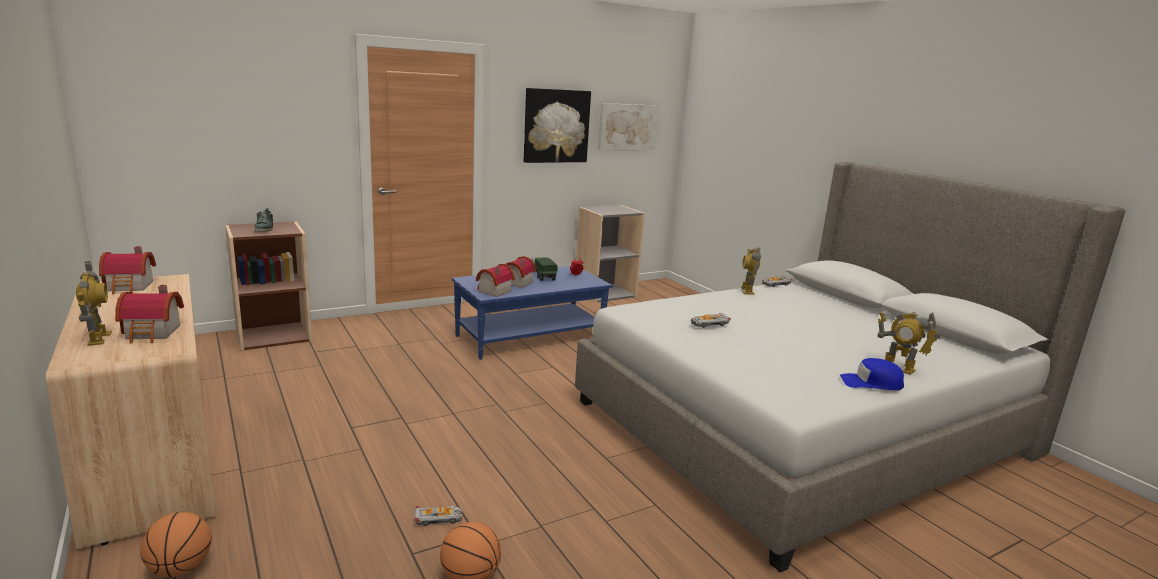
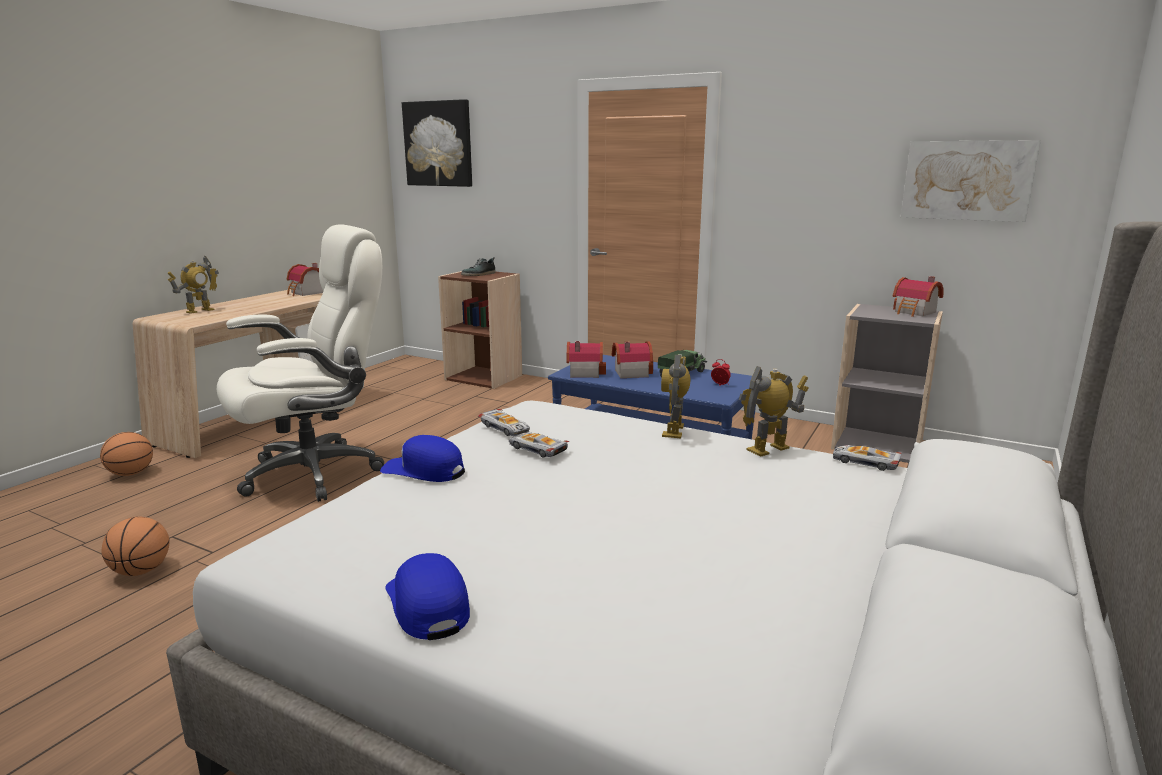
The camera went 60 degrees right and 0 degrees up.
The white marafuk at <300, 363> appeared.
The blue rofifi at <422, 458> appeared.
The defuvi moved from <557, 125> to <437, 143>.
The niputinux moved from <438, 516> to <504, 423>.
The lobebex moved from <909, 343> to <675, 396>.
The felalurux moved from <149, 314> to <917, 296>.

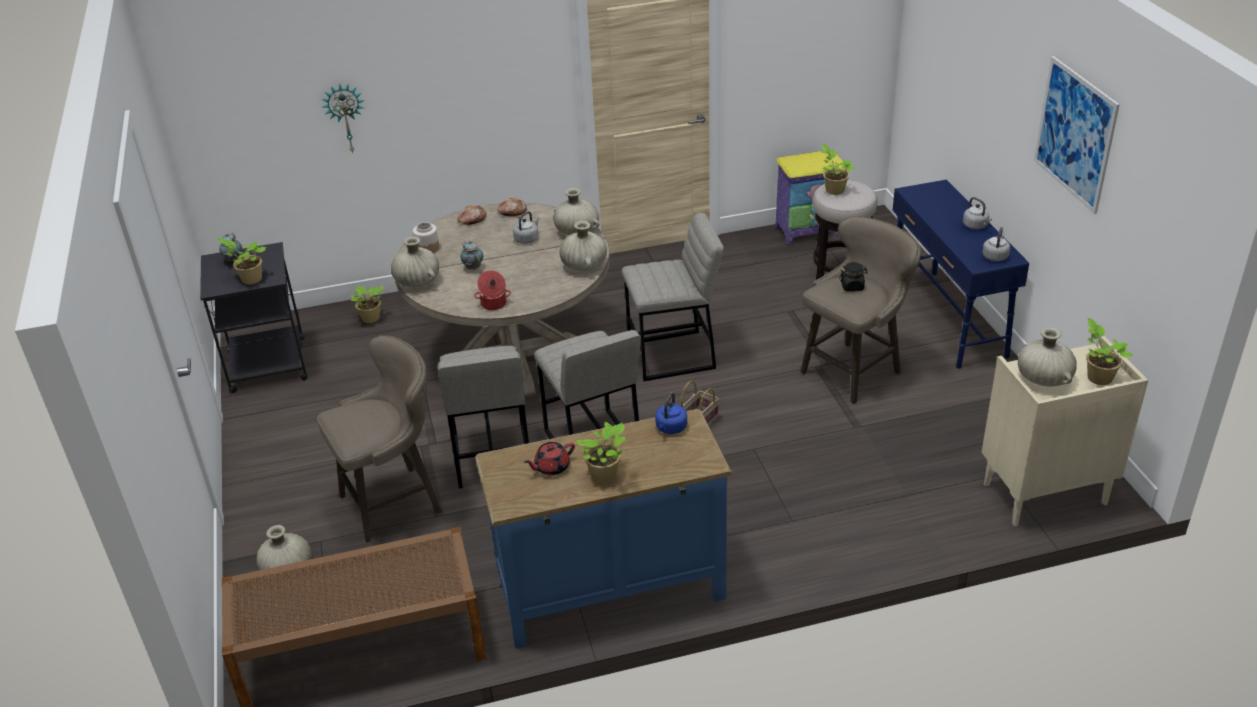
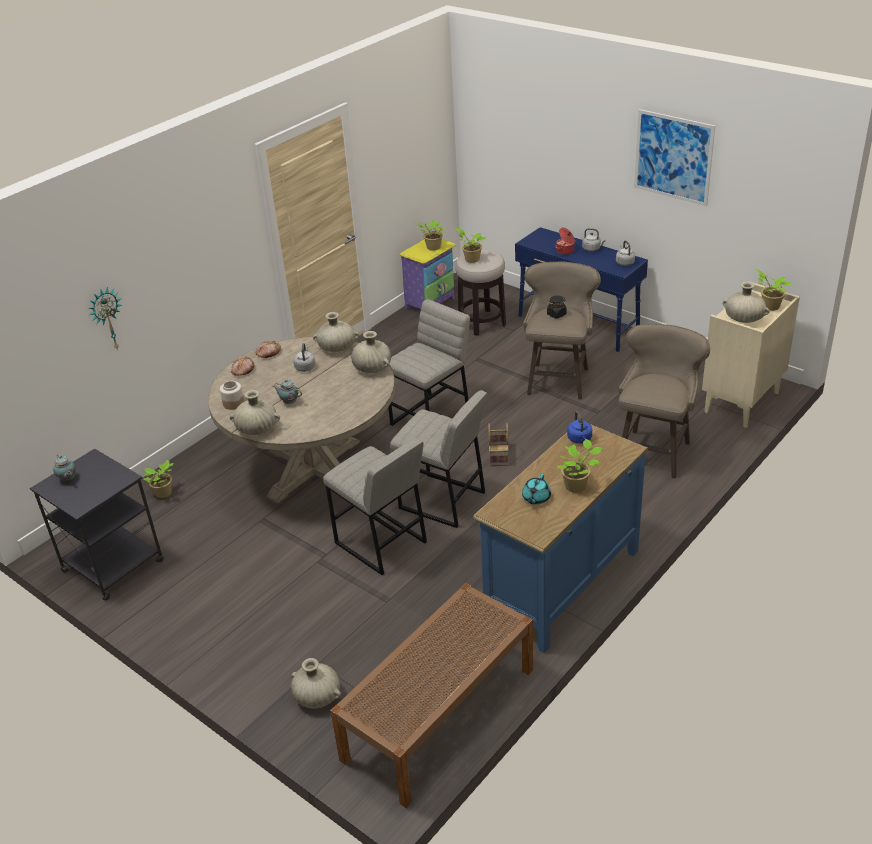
The camera went 35 degrees left and 0 degrees up.
The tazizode moved from <241, 261> to <430, 235>.
The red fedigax at <549, 458> became the turquoise fedigax at <536, 489>.
The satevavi moved from <492, 290> to <565, 241>.
The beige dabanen moved from <379, 439> to <664, 401>.

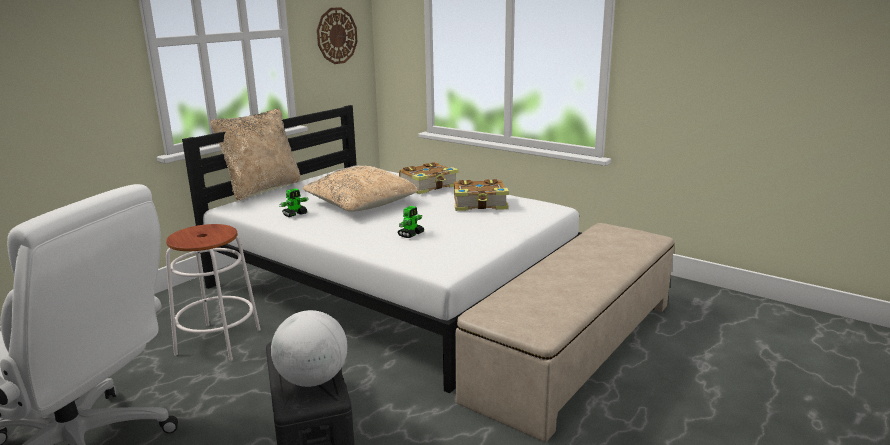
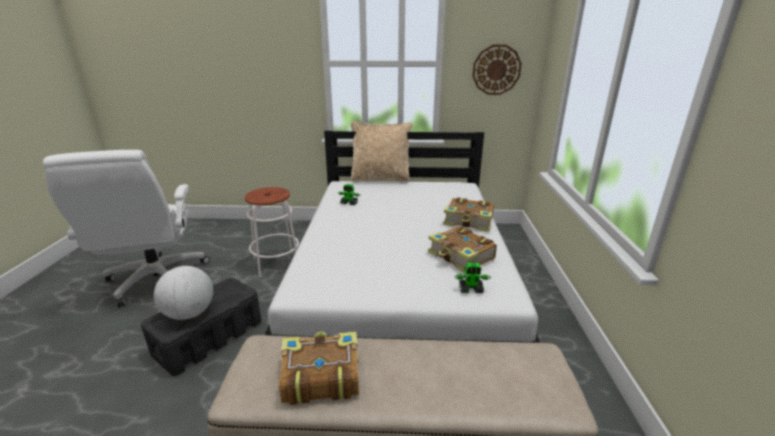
The camera went 55 degrees right and 5 degrees up.
The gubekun at <319, 368> appeared.
The lobebex moved from <411, 222> to <472, 278>.
The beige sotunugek at <360, 189> disappeared.

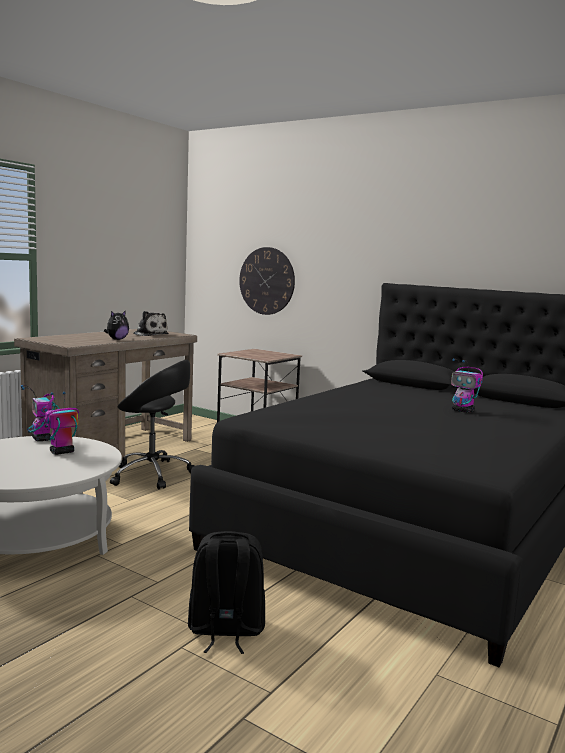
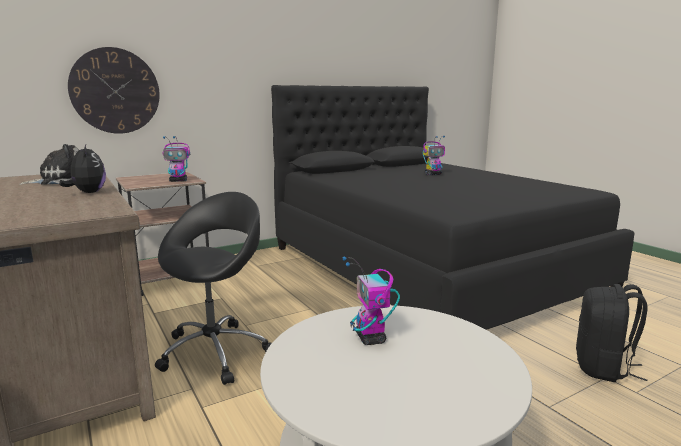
The camera went 65 degrees left and 5 degrees up.
The lobebex moved from <40, 413> to <176, 159>.

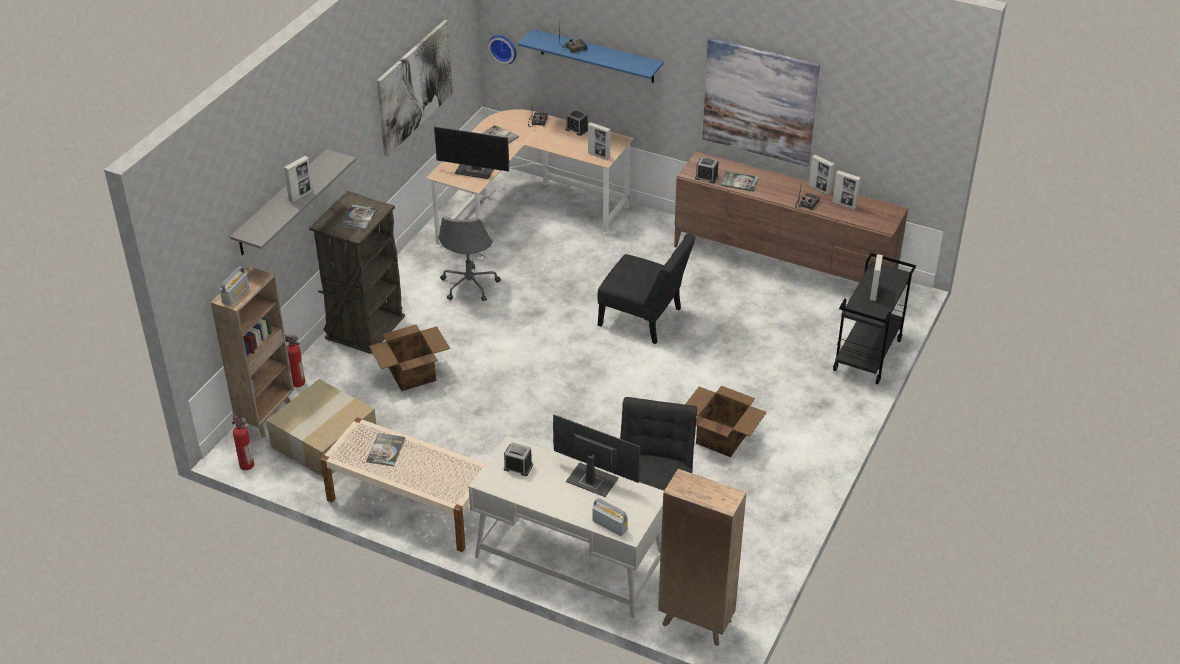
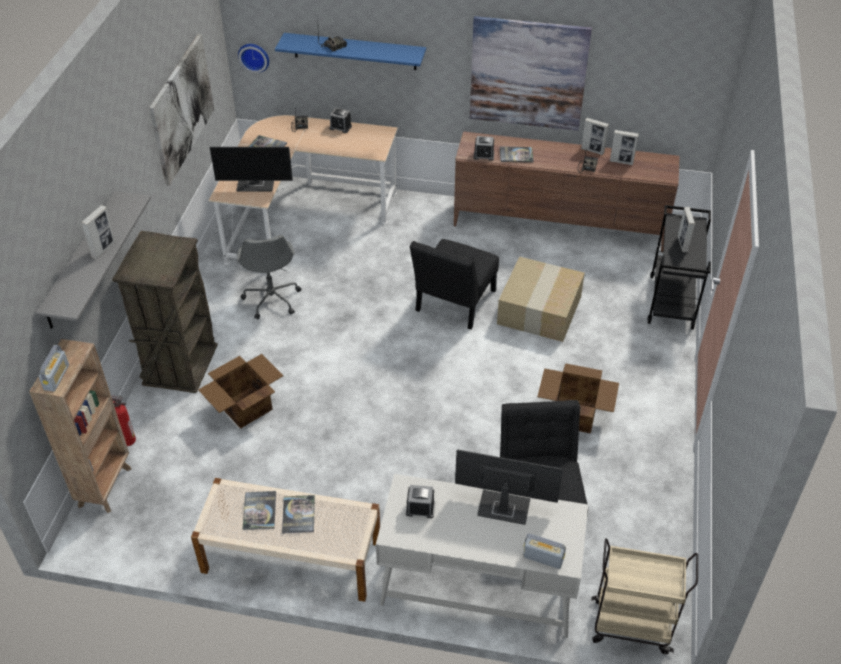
The camera went 15 degrees left and 5 degrees up.
The gubekun moved from <359, 217> to <298, 514>.
The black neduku at <647, 288> turned 105 degrees clockwise.
The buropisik moved from <321, 428> to <541, 299>.
The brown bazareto at <702, 557> was replaced by the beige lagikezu at <645, 596>.
The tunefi at <243, 442> disappeared.
The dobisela at <599, 141> disappeared.

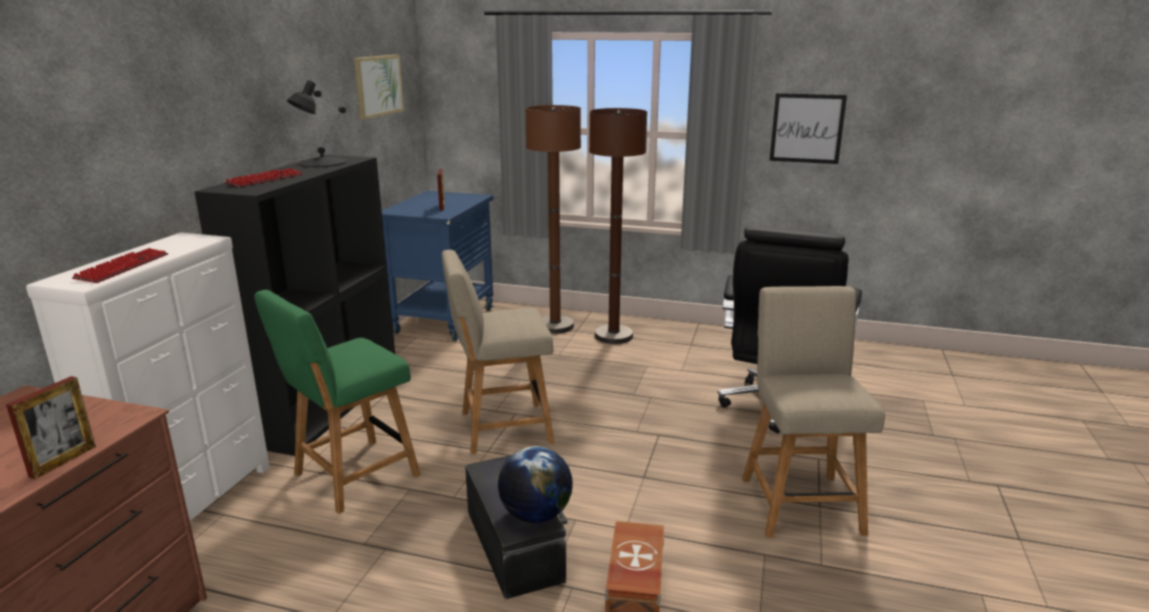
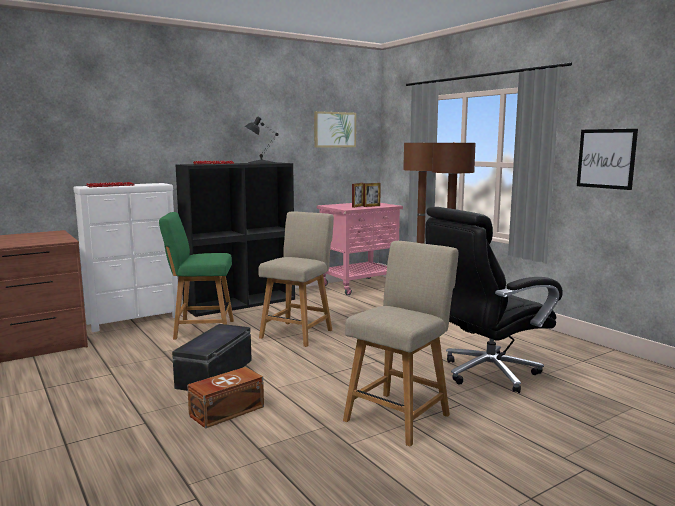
The camera went 40 degrees right and 10 degrees down.
The beige neduku at <498, 352> turned 90 degrees clockwise.
The blue lagikezu at <437, 266> became the pink lagikezu at <360, 249>.
The dobisela moved from <51, 427> to <372, 195>.
The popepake at <535, 484> disappeared.

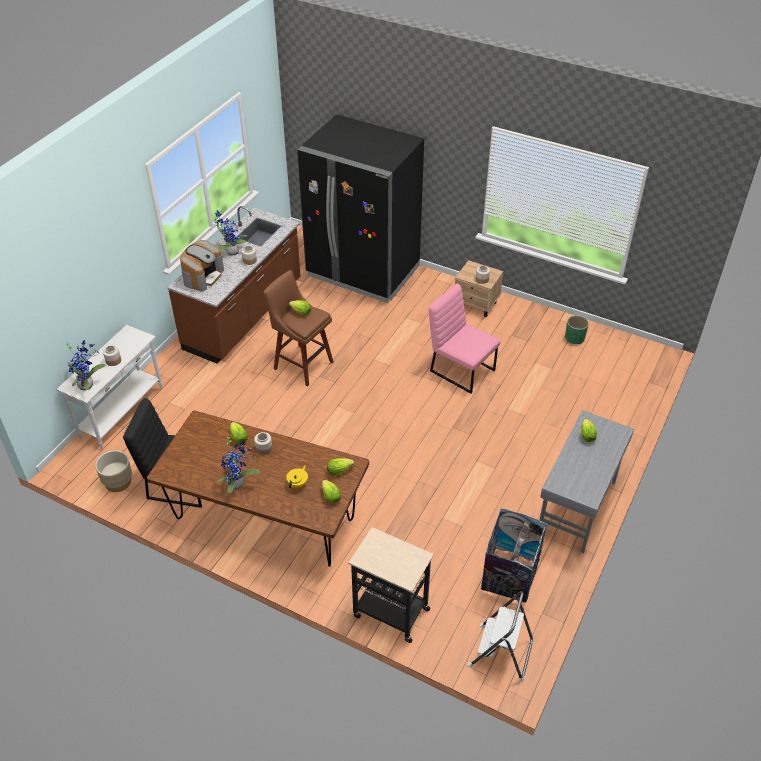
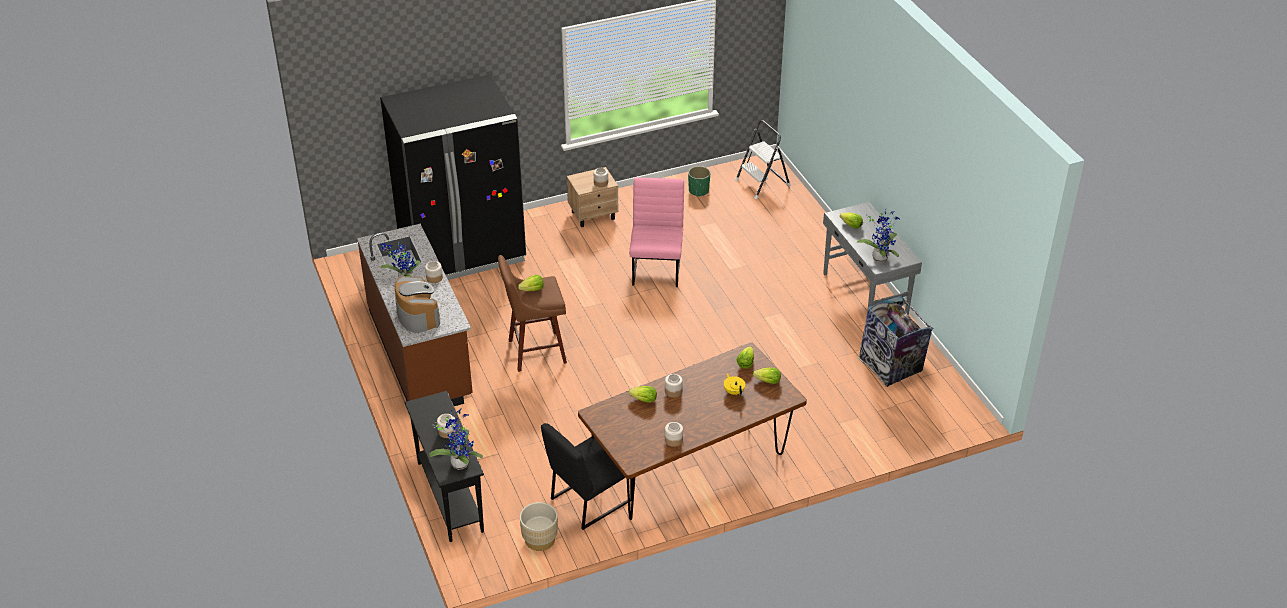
The camera went 50 degrees left and 5 degrees down.
The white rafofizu at <109, 387> became the black rafofizu at <444, 466>.
The pink neduku at <464, 339> turned 105 degrees clockwise.
The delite at <674, 434> appeared.
The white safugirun moved from <501, 636> to <762, 159>.
The tazizode moved from <238, 463> to <878, 236>.
The lagikezu at <391, 585> disappeared.

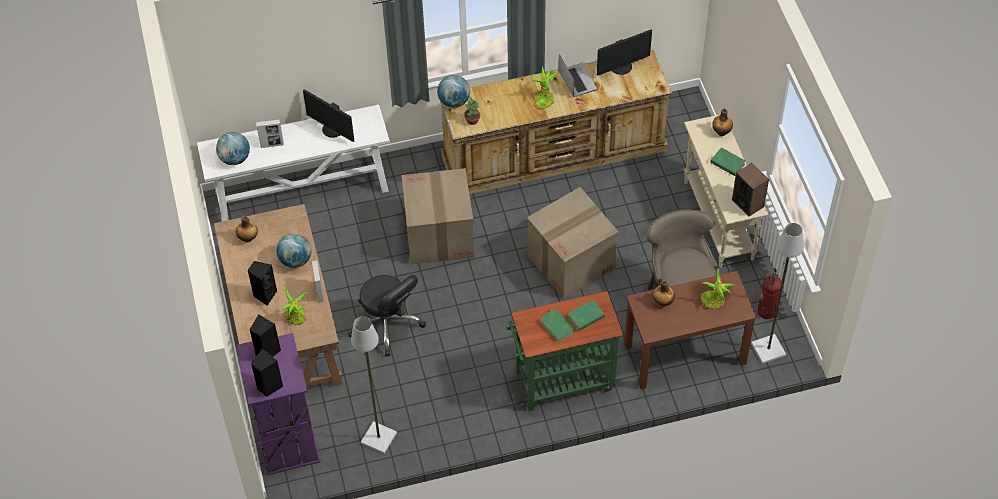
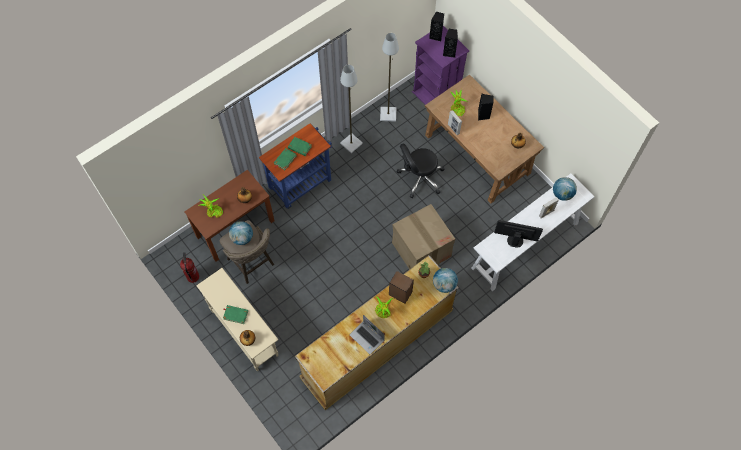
The camera went 155 degrees right and 10 degrees up.
The popepake moved from <294, 250> to <241, 233>.
The green lagikezu at <565, 351> became the blue lagikezu at <295, 166>.
The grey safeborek moved from <777, 293> to <351, 109>.
The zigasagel moved from <750, 190> to <401, 287>.
The black marafuk at <387, 315> turned 45 degrees counterclockwise.
The buropisik at <573, 243> disappeared.
The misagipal at <624, 52> disappeared.

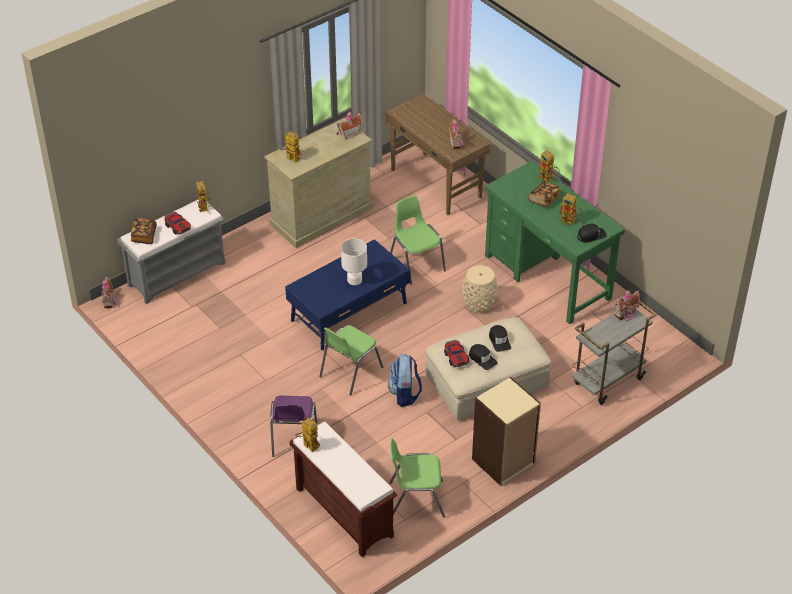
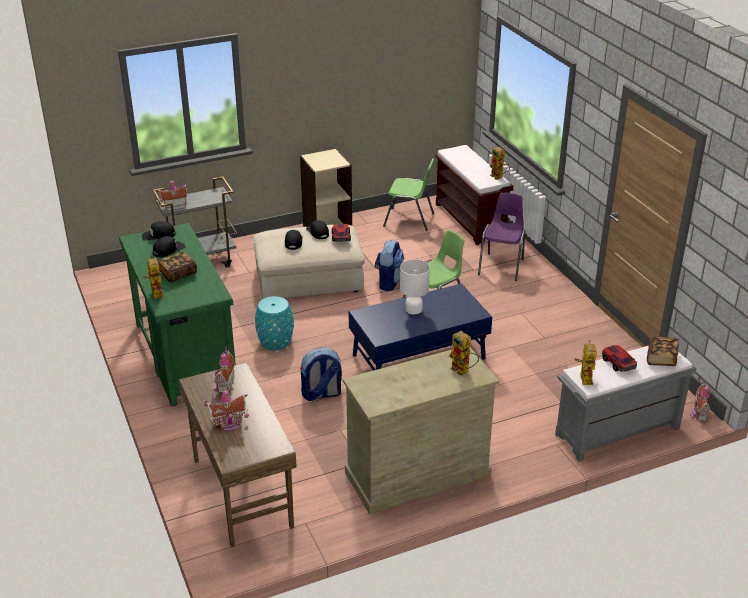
The camera went 165 degrees left and 10 degrees down.
The lobebex at <570, 209> was replaced by the black rofifi at <169, 246>.
The felalurux moved from <349, 124> to <226, 410>.
The beige dabanen at <480, 289> became the turquoise dabanen at <274, 323>.
The green neduku at <418, 240> was replaced by the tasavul at <321, 374>.

